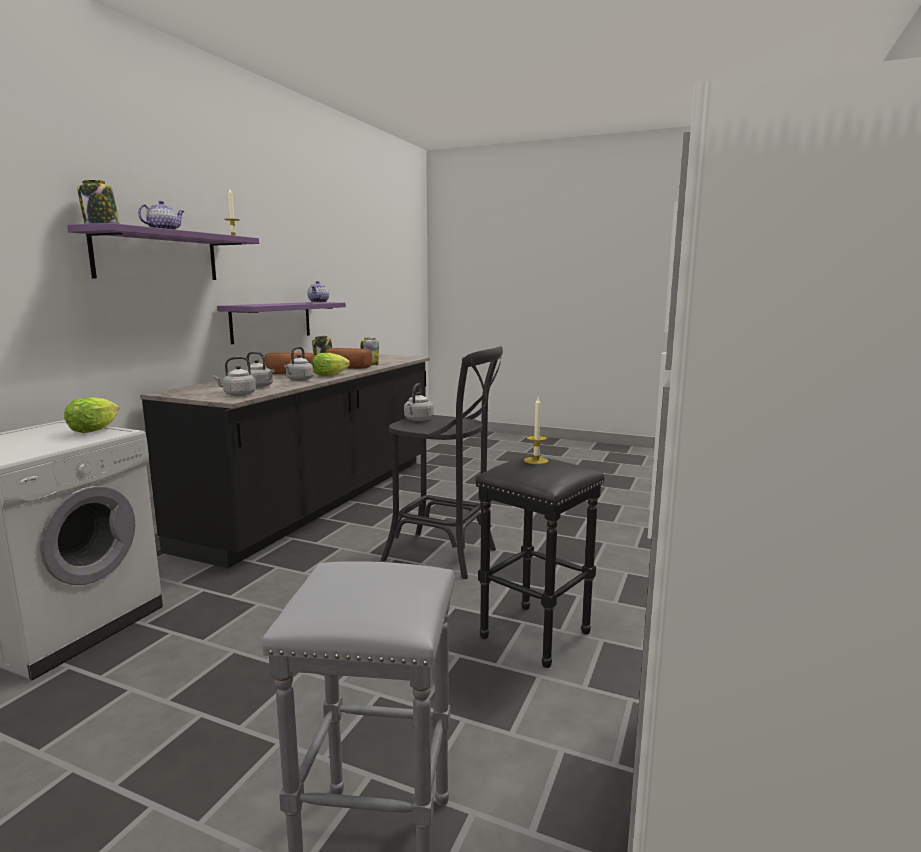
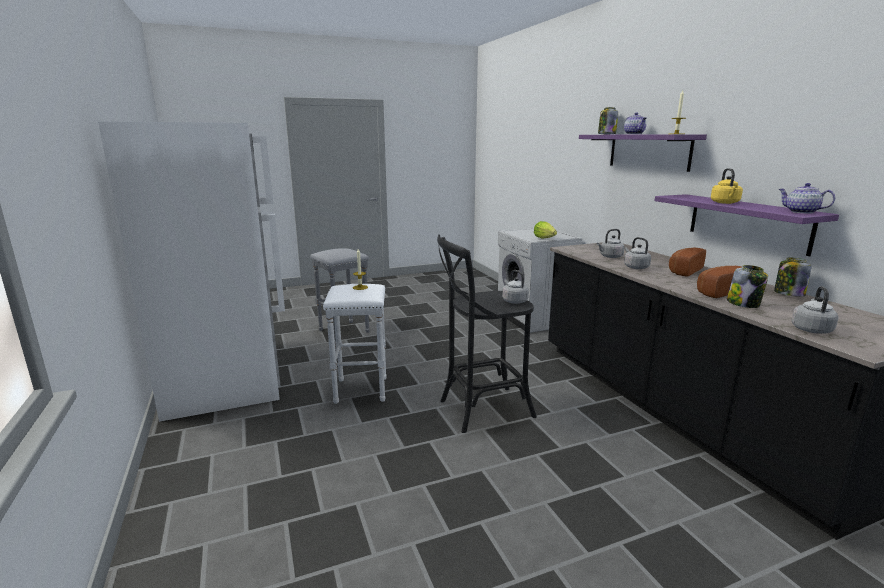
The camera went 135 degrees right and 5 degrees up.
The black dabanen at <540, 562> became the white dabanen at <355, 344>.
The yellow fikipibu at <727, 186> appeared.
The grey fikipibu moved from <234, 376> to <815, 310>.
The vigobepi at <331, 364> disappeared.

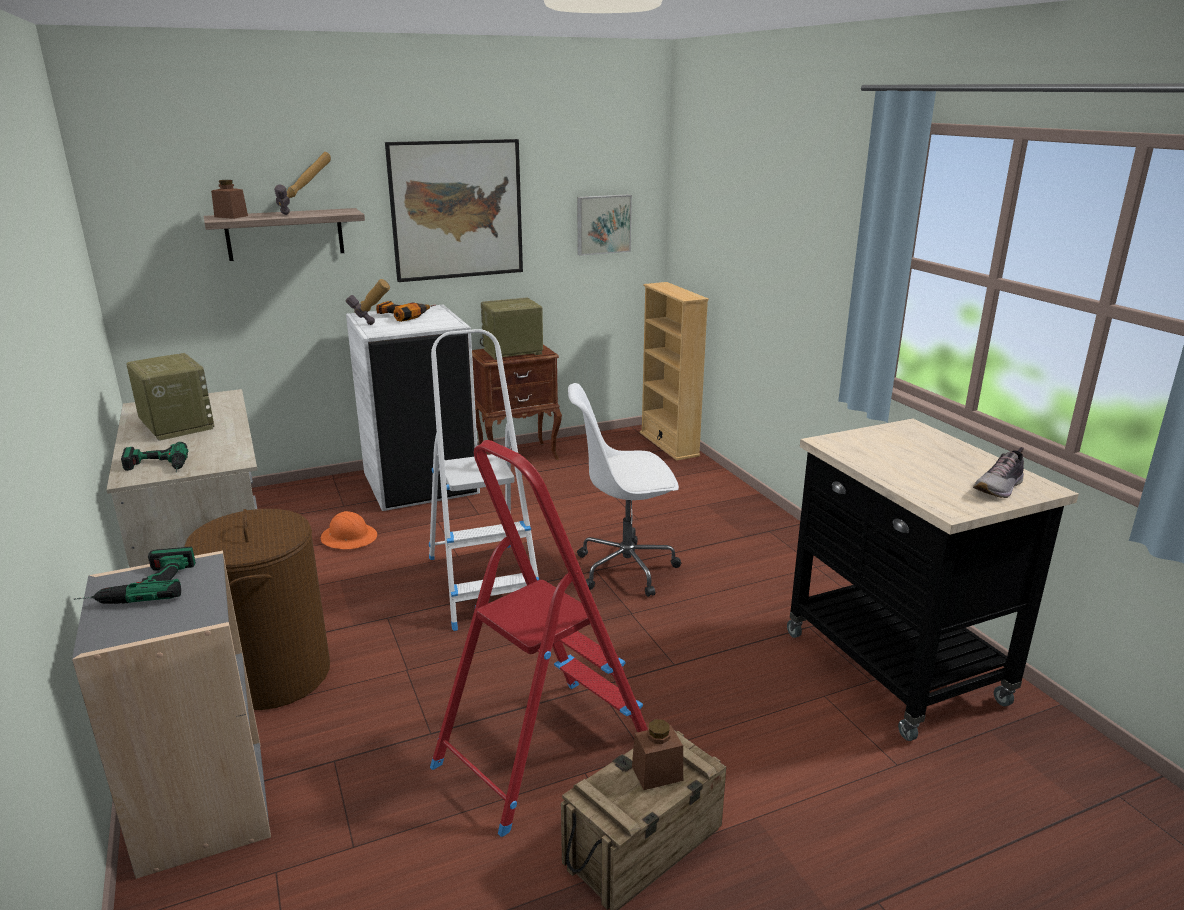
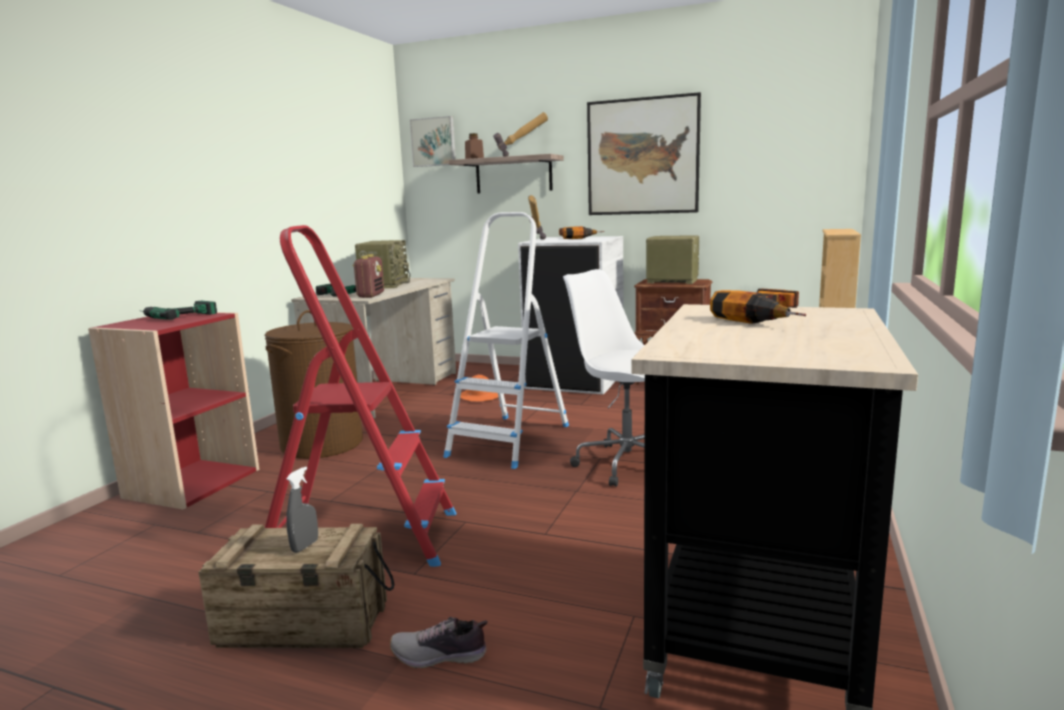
The camera went 45 degrees right and 10 degrees down.
The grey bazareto at <171, 715> became the red bazareto at <173, 410>.
The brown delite at <657, 754> was replaced by the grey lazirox at <302, 510>.
The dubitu at <368, 276> appeared.
The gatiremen moved from <998, 472> to <439, 642>.
The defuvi moved from <604, 225> to <433, 141>.
The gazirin at <758, 306> appeared.

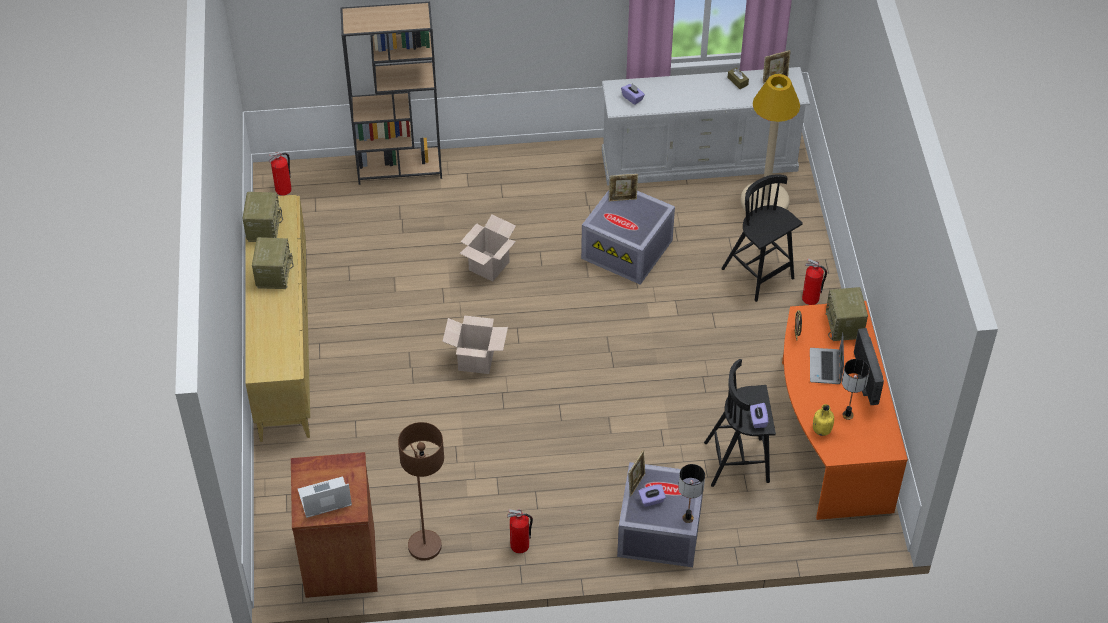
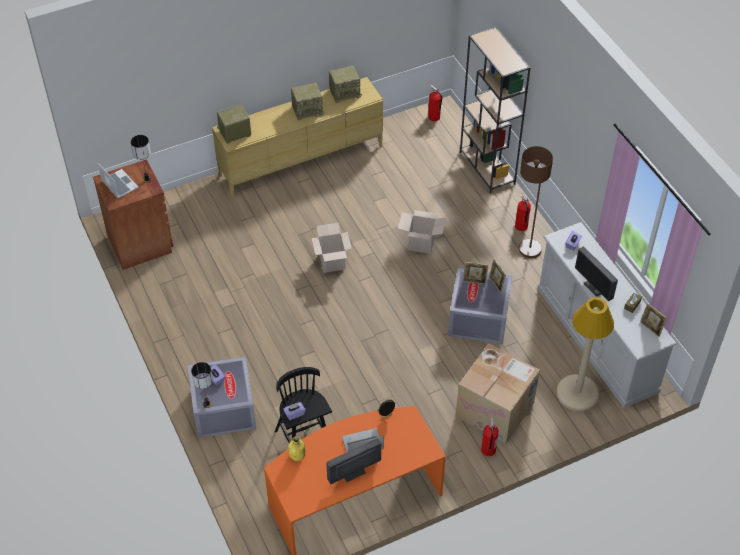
The camera went 70 degrees right and 0 degrees up.
The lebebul moved from <856, 389> to <141, 159>.
The dubitu moved from <847, 314> to <234, 124>.
The black dabanen at <762, 238> was replaced by the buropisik at <497, 394>.
The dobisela moved from <636, 473> to <476, 273>.
The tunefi moved from <520, 531> to <523, 212>.
The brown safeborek moved from <421, 491> to <536, 202>.
The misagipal at <596, 274> appeared.

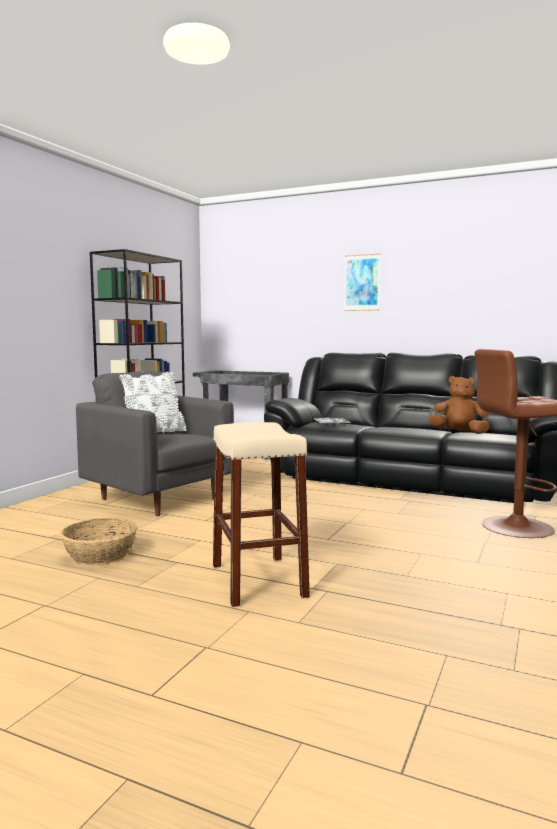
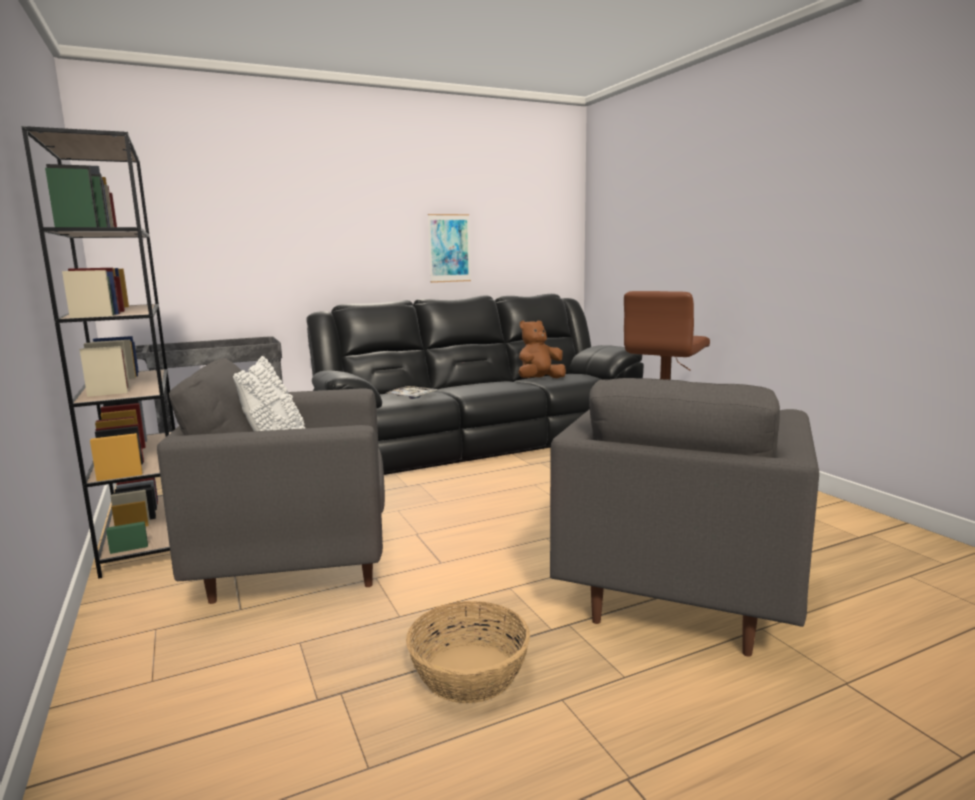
The camera went 50 degrees left and 5 degrees up.
The defuvi moved from <362, 282> to <449, 248>.
The beige dabanen at <261, 514> was replaced by the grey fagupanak at <684, 517>.

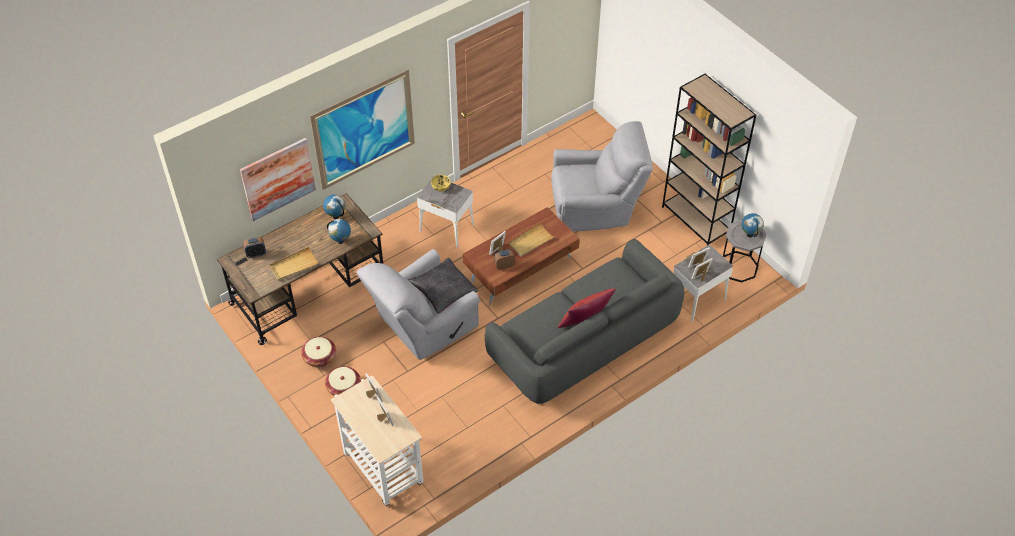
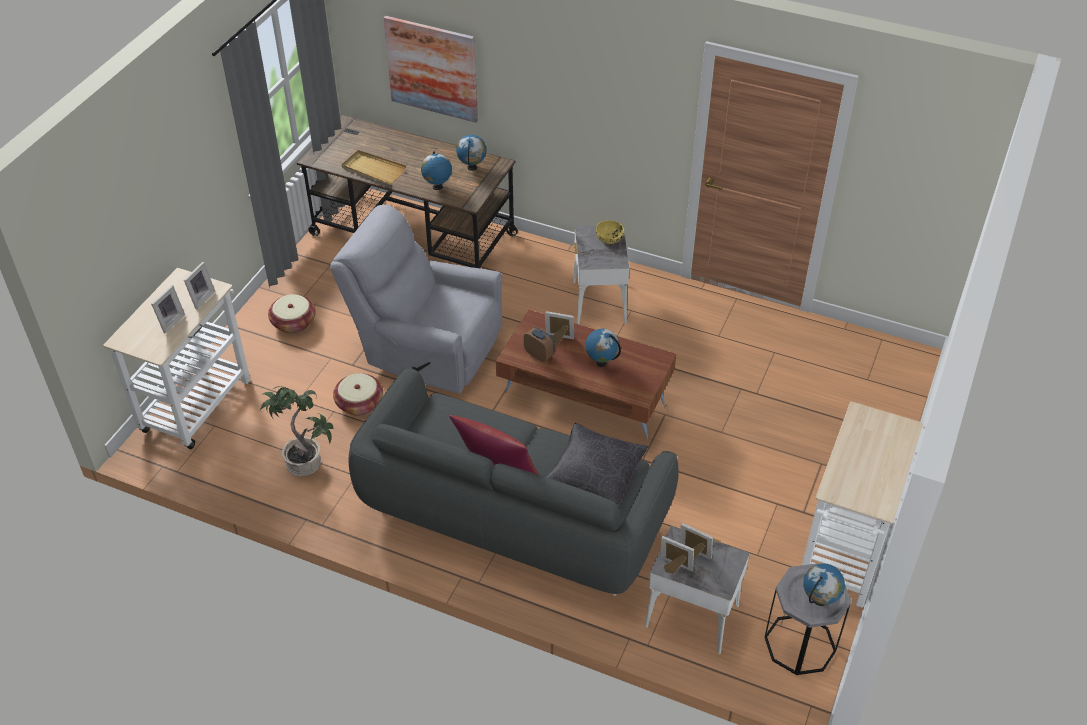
The camera went 60 degrees right and 5 degrees down.
The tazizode at <297, 431> appeared.
The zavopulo moved from <318, 352> to <358, 394>.
The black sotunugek moved from <444, 286> to <597, 464>.
The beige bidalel at <531, 239> was replaced by the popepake at <603, 348>.
The beige bazareto at <709, 160> was replaced by the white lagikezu at <862, 505>.
The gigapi at <254, 247> disappeared.
The defuvi at <362, 129> disappeared.
The grey fagupanak at <602, 176> disappeared.

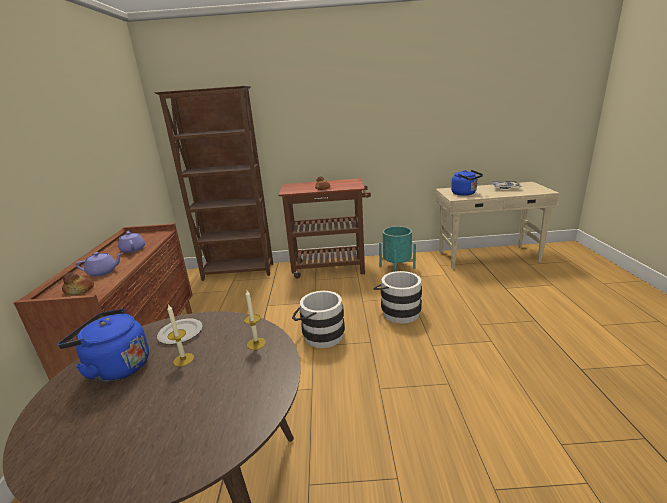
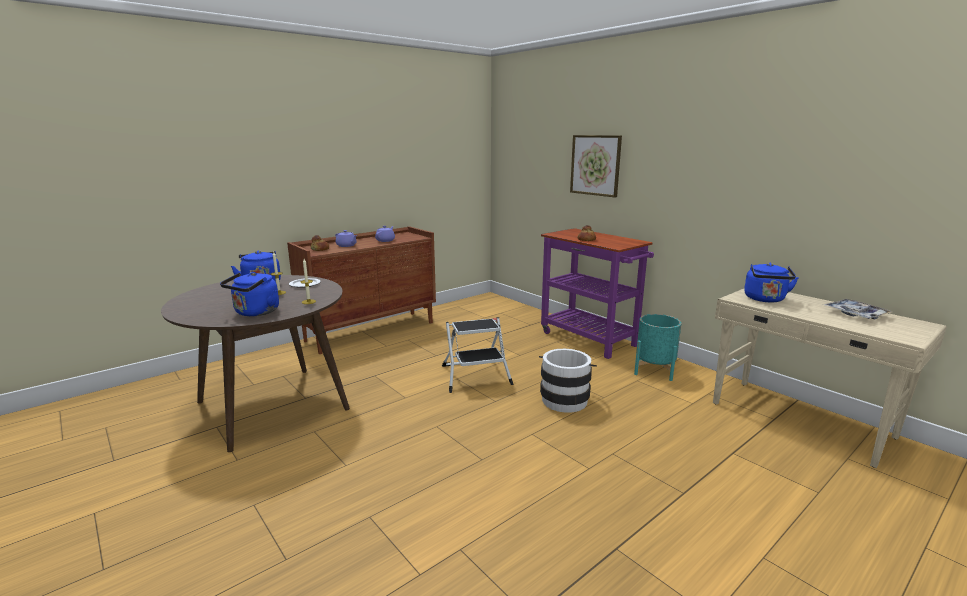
The camera went 50 degrees right and 5 degrees down.
The blue fikipibu at <249, 294> appeared.
The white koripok at <318, 319> was replaced by the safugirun at <477, 355>.
The brown lagikezu at <324, 228> became the purple lagikezu at <597, 293>.
The defuvi at <596, 166> appeared.
The brown bazareto at <213, 183> disappeared.

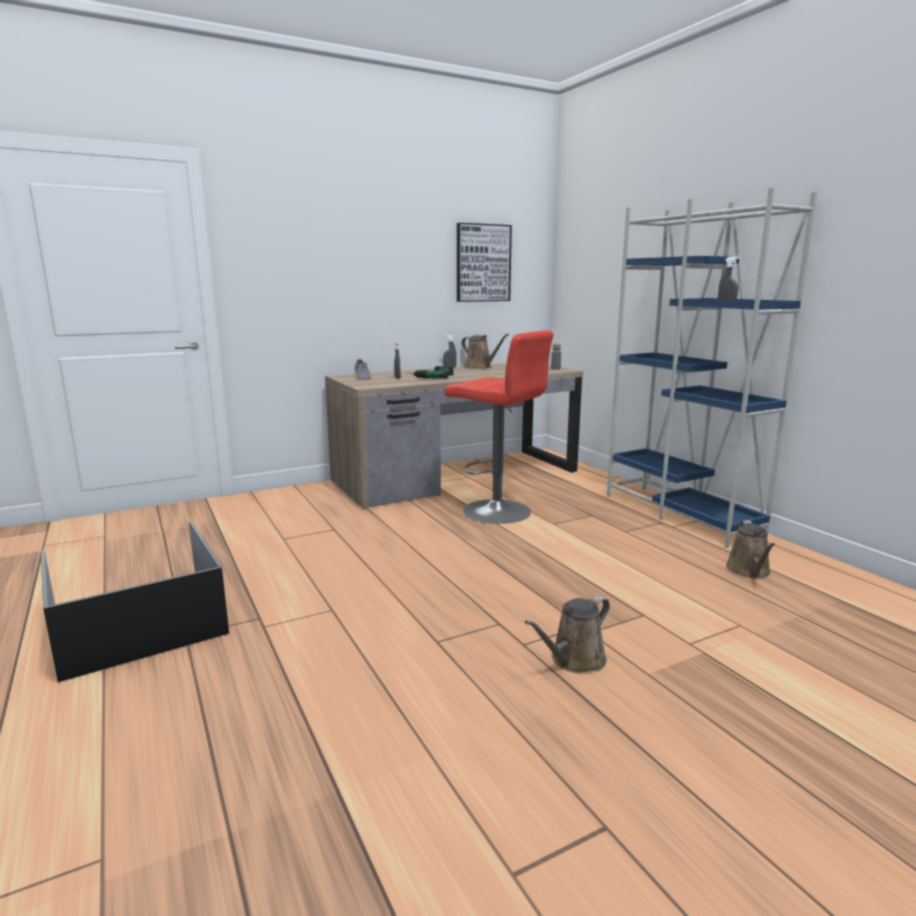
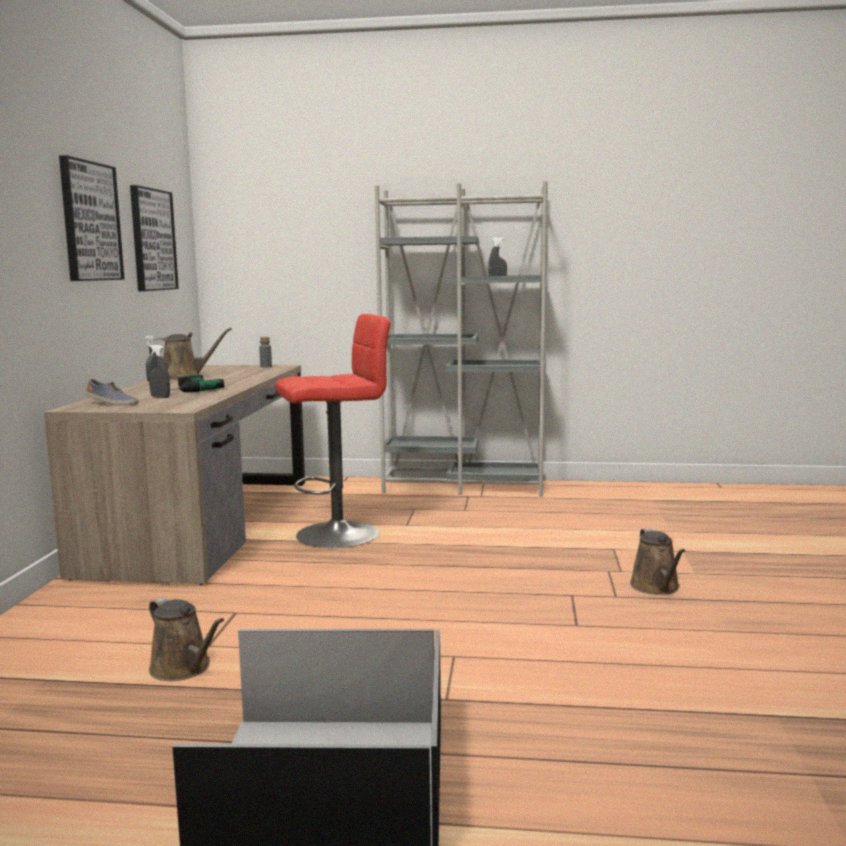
The camera went 55 degrees left and 5 degrees down.
The defuvi at <91, 218> appeared.
The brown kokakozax moved from <750, 549> to <186, 639>.
The blue bazareto at <712, 368> became the grey bazareto at <461, 339>.

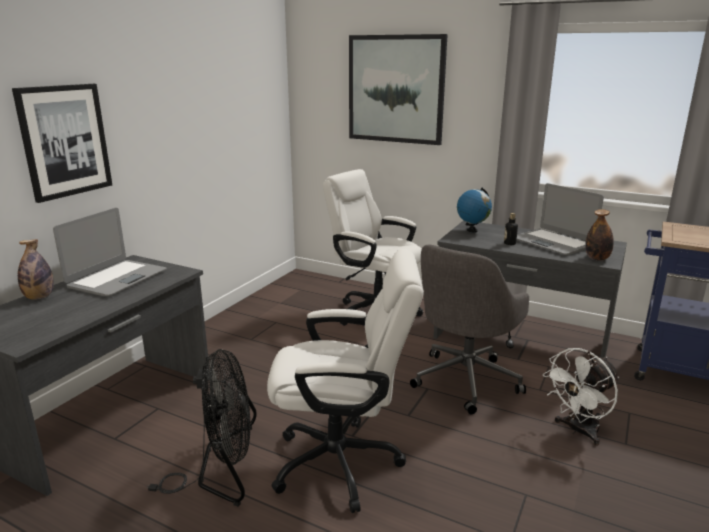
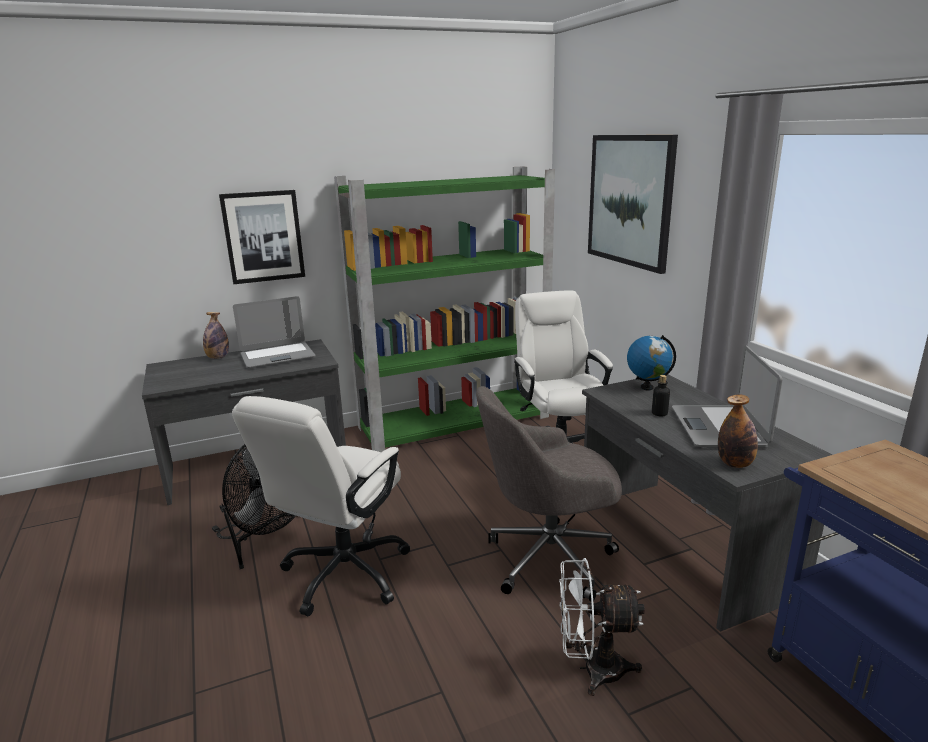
The camera went 40 degrees right and 0 degrees up.
The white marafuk at <345, 381> turned 75 degrees clockwise.
The green bazareto at <444, 309> appeared.

